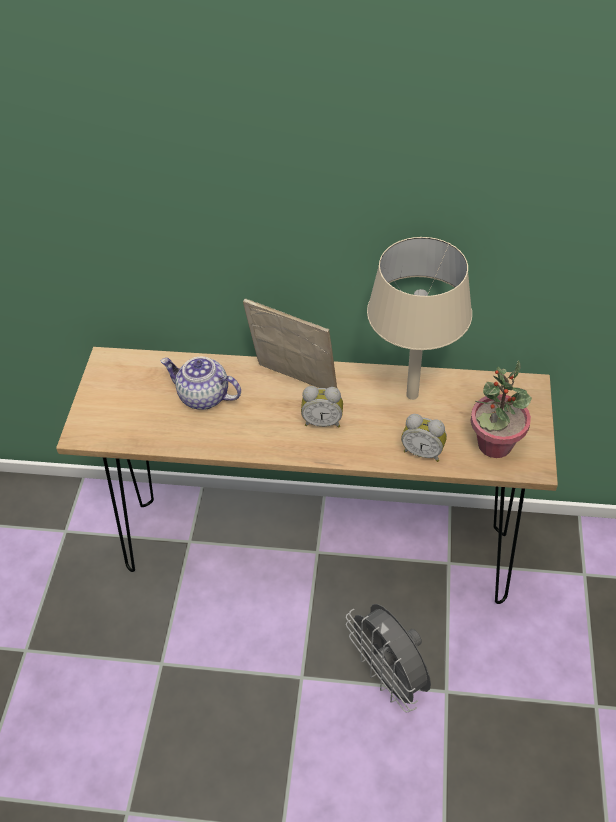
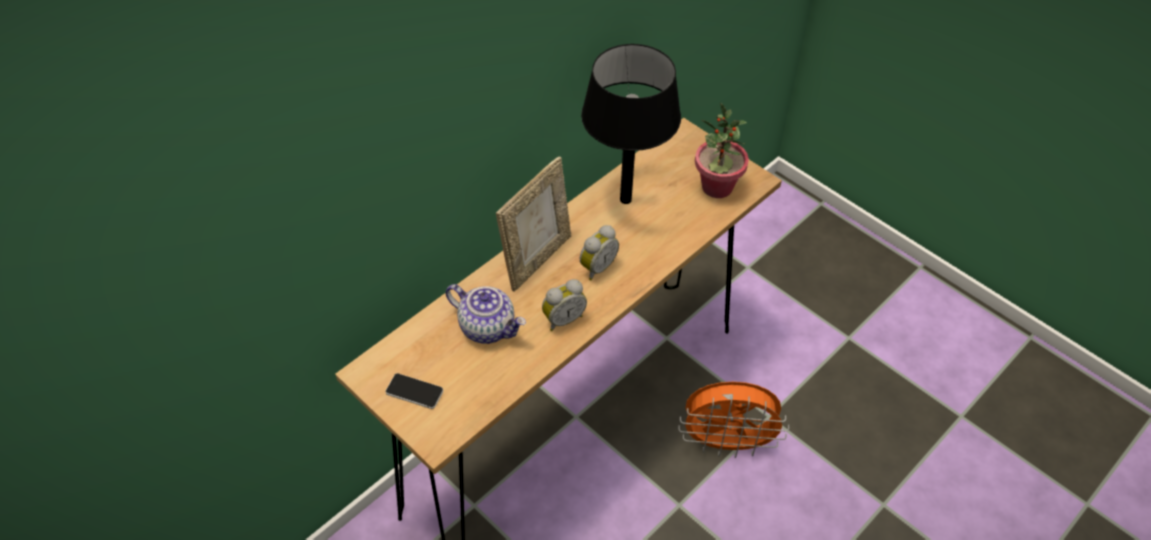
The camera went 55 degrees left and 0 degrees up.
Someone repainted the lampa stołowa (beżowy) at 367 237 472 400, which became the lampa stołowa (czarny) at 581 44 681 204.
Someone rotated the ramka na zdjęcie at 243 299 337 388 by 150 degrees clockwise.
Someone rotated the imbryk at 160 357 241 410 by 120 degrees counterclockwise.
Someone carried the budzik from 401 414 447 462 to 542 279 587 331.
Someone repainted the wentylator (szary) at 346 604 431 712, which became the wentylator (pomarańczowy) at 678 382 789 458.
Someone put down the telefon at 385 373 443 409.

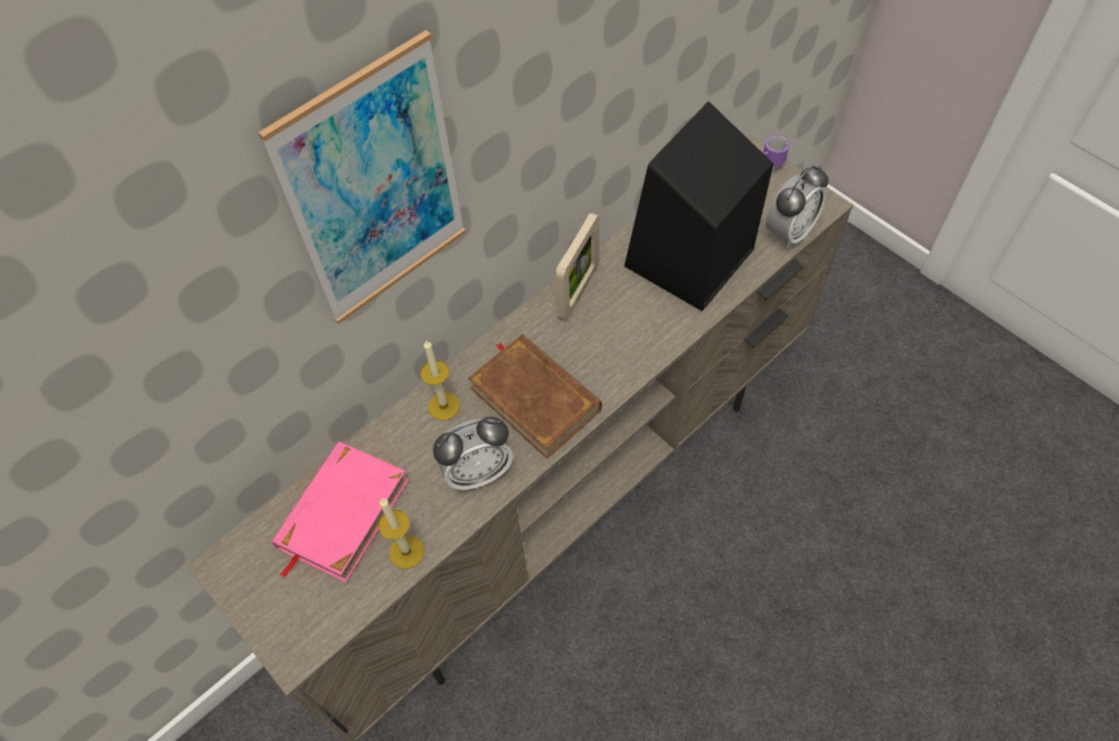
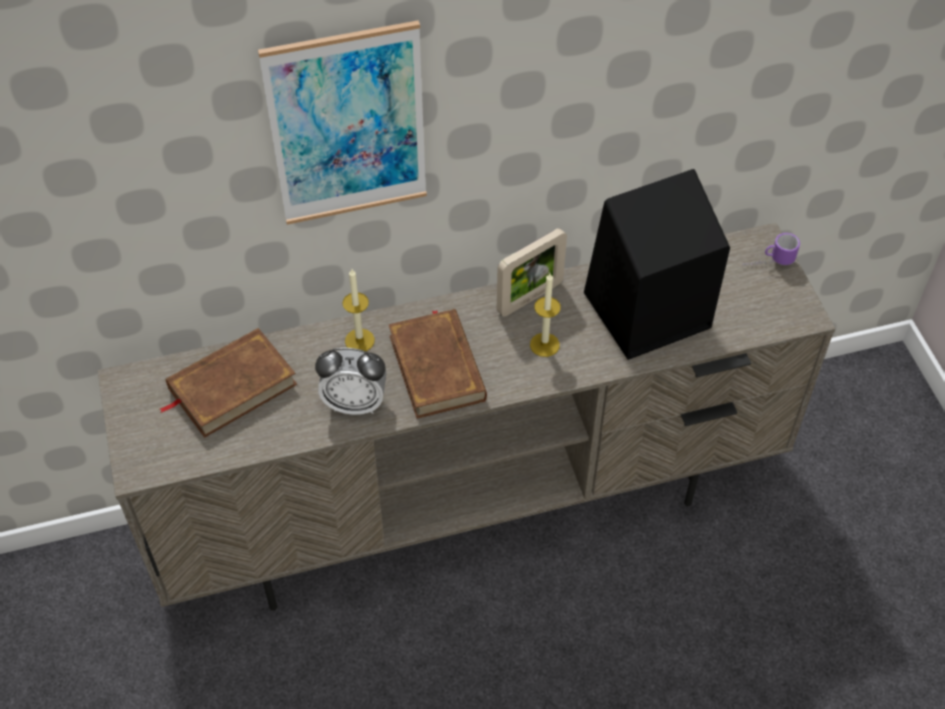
The camera went 25 degrees right and 5 degrees down.
Someone took away the budzik at 766 166 829 248.
Someone repainted the książka (różowy) at 272 441 409 583, which became the książka (brązowy) at 160 328 297 438.
Someone carried the świeca from 378 499 424 569 to 530 273 561 357.

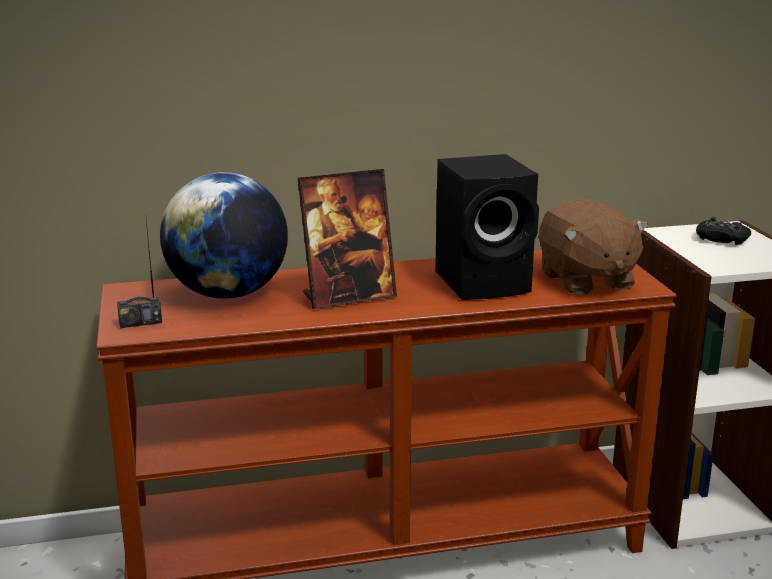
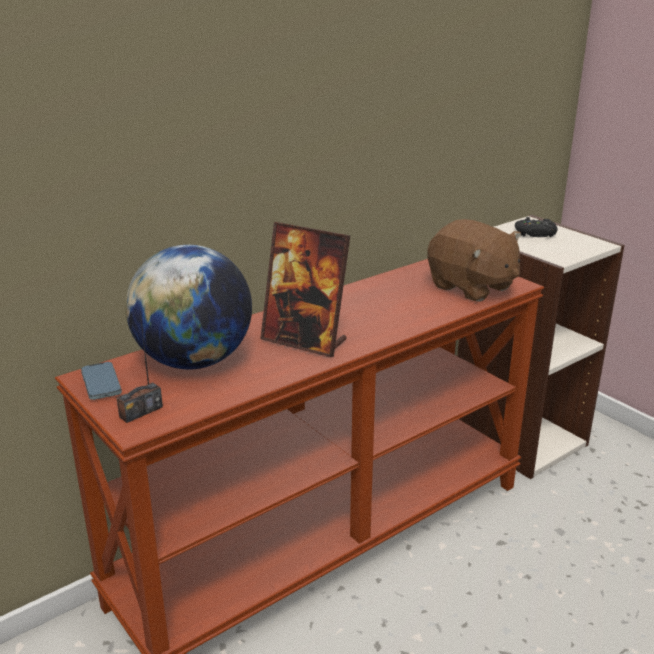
The camera went 25 degrees left and 5 degrees up.
Someone took away the głośnik (czarny) at 435 154 539 300.
Someone rotated the ramka na zdjęcie at 298 169 397 309 by 75 degrees clockwise.
Someone put down the telefon at 81 362 122 400.

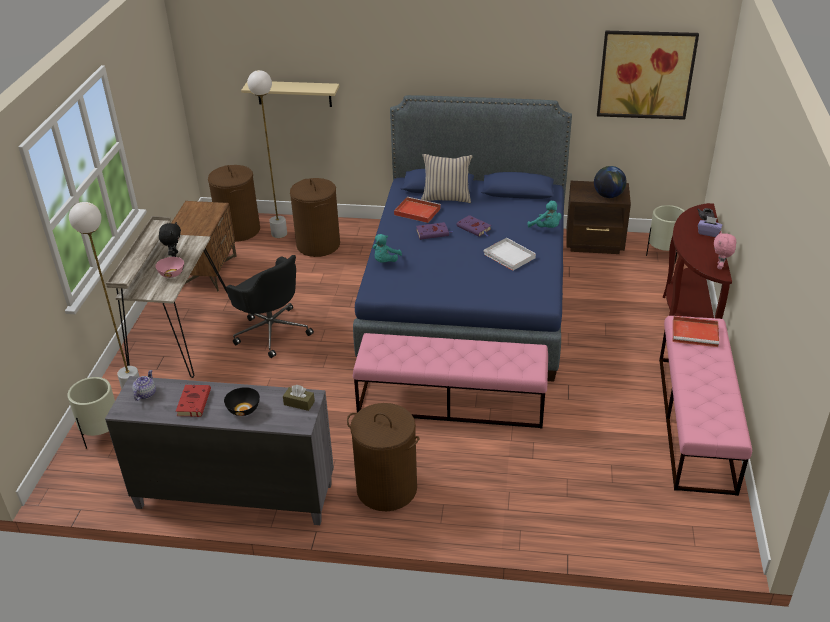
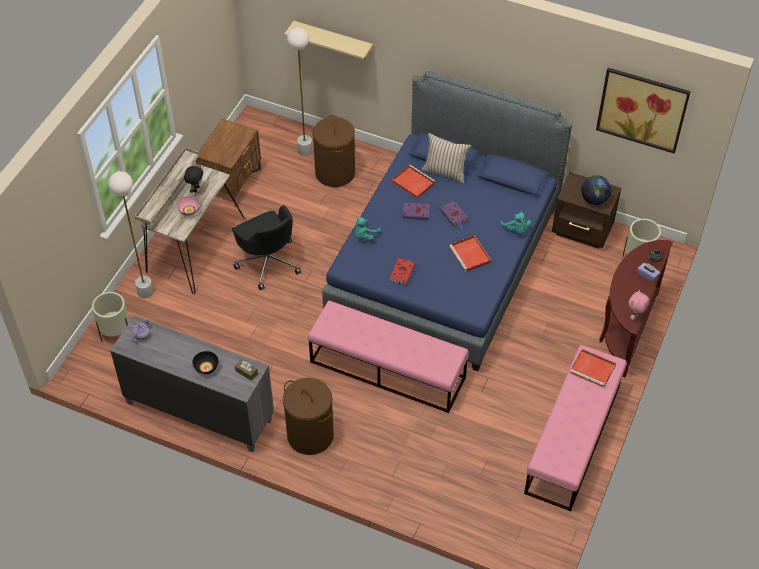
The camera went 15 degrees right and 15 degrees up.
Someone took away the kosz na pranie (brązowy) at 208 165 260 242.
Someone repainted the taca (biały) at 483 238 536 271, which became the taca (czerwony) at 449 235 491 272.
Someone carried the książka (czerwony) from 176 385 211 417 to 390 258 415 285.

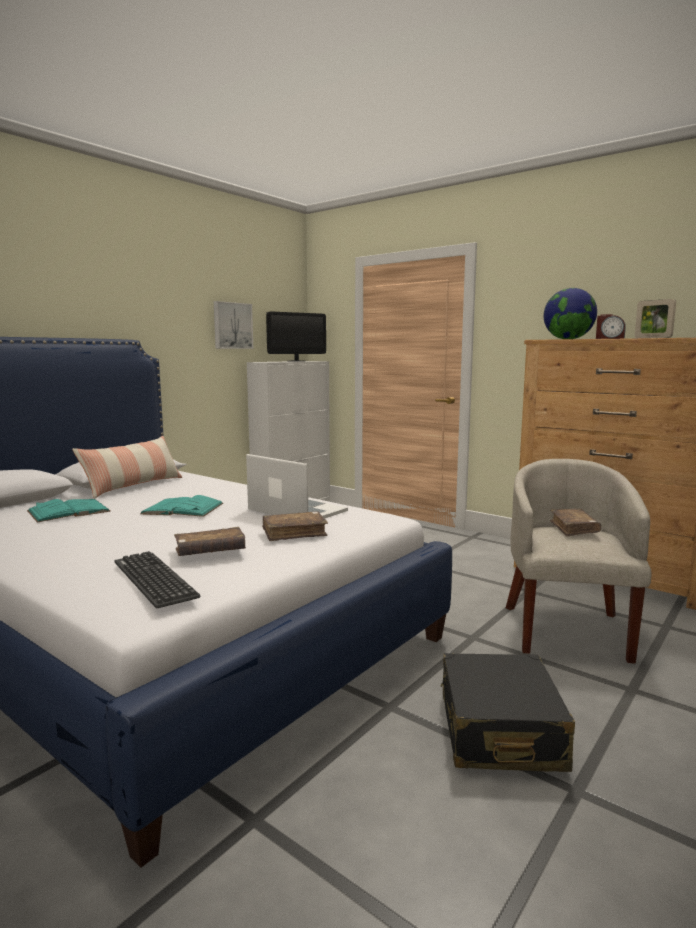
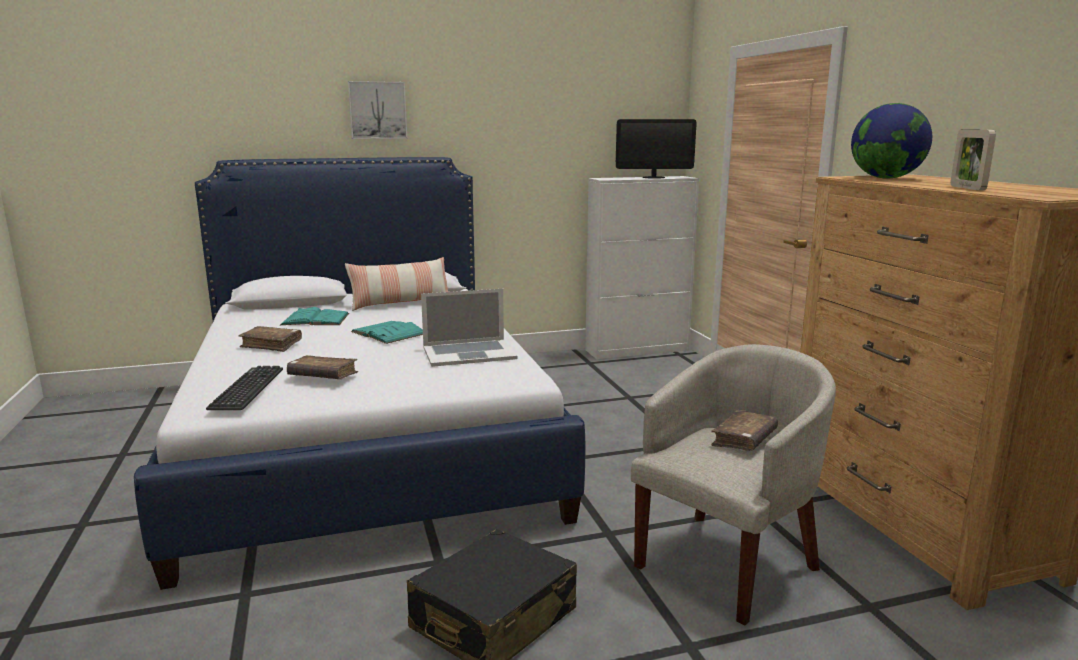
The camera went 35 degrees right and 5 degrees up.
Someone carried the obraz from 214 301 253 349 to 348 81 407 139.
Someone took away the budzik at 596 314 626 339.
Someone rotated the laptop at 246 454 348 519 by 90 degrees clockwise.
Someone carried the książka (brązowy) from 262 511 328 541 to 238 326 302 352.

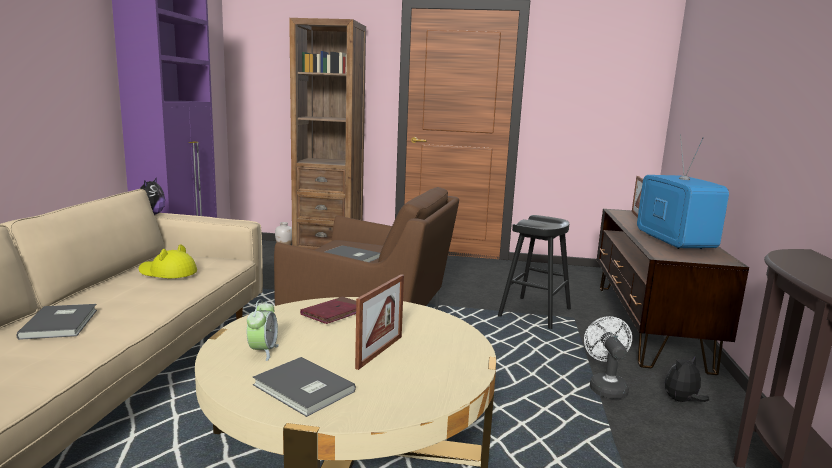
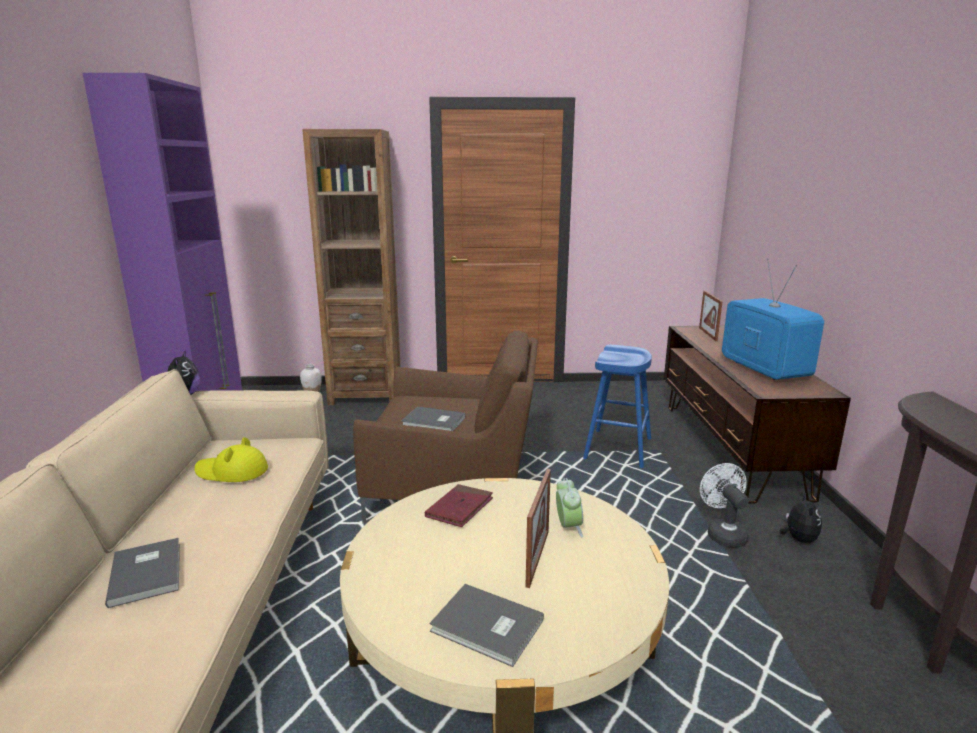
The camera went 10 degrees left and 5 degrees up.
Someone repainted the stołek (czarny) at 498 215 571 329, which became the stołek (niebieski) at 583 345 652 468.
Someone carried the budzik from 247 299 279 361 to 556 478 583 537.
Someone rotated the pluszak at 665 356 709 402 by 135 degrees clockwise.

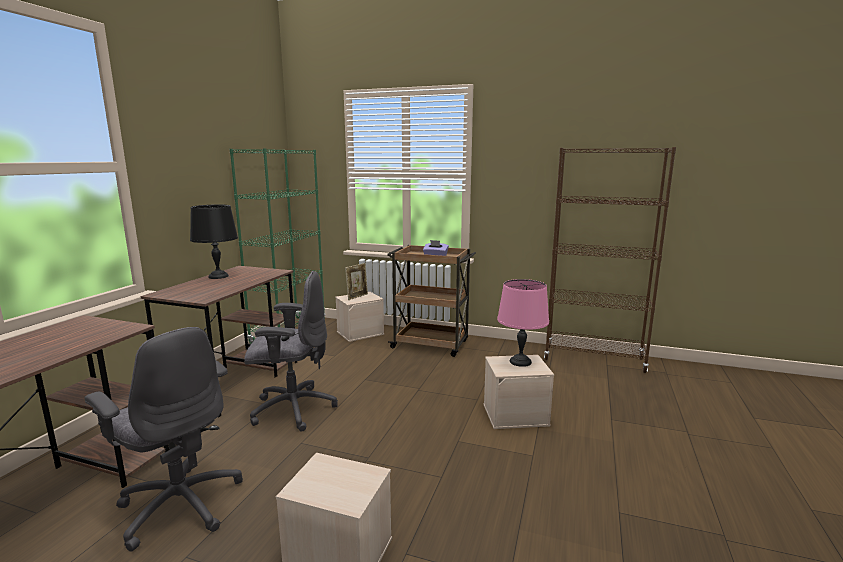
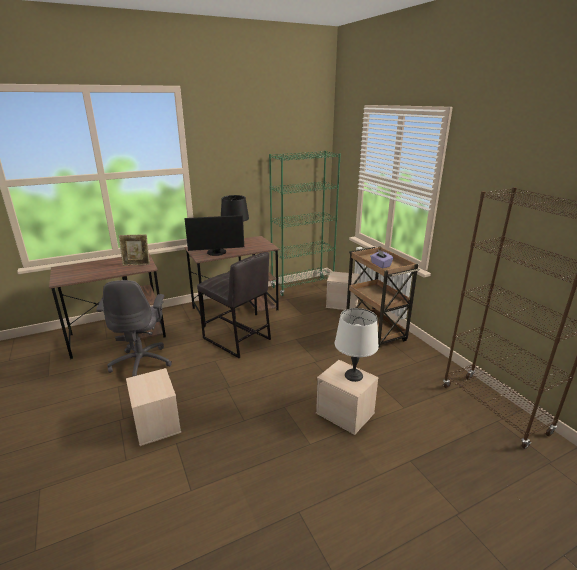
The camera went 45 degrees right and 10 degrees up.
Someone carried the ramka na zdjęcie from 345 263 368 300 to 119 234 150 266.
Someone swapped the krzesło biurowe (szary) at 244 271 338 431 for the stołek (szary) at 197 252 271 358.
Someone repainted the lampa stołowa (różowy) at 497 279 549 367, which became the lampa stołowa (biały) at 335 308 379 382.
Someone put down the monitor at 184 215 244 256.

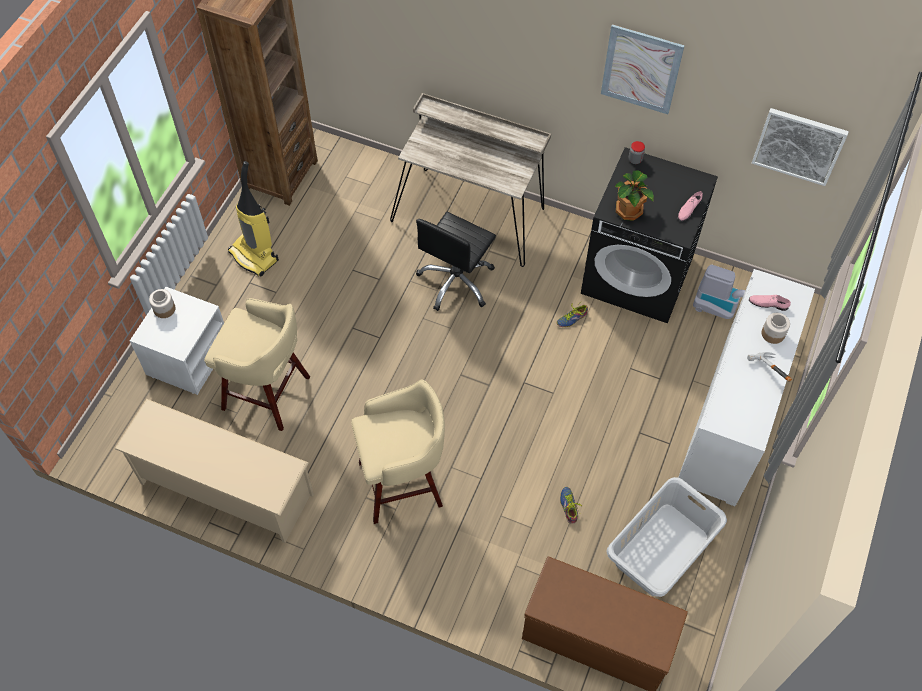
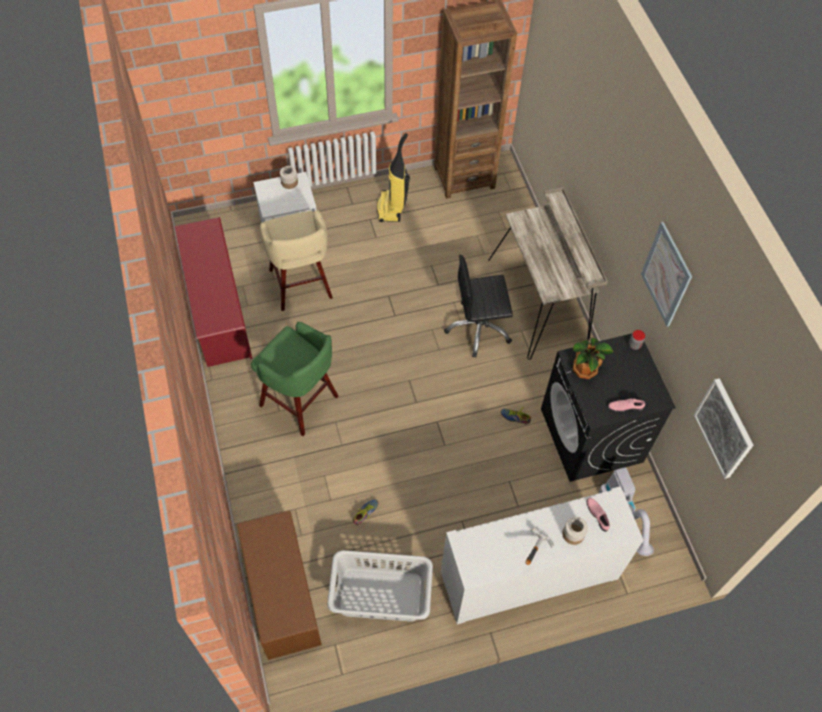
The camera went 50 degrees right and 0 degrees up.
Someone repainted the stołek (beżowy) at 351 379 445 524, which became the stołek (zielony) at 251 322 338 436.
Someone repainted the regał na buty (beżowy) at 115 399 314 543, which became the regał na buty (czerwony) at 175 217 253 367.

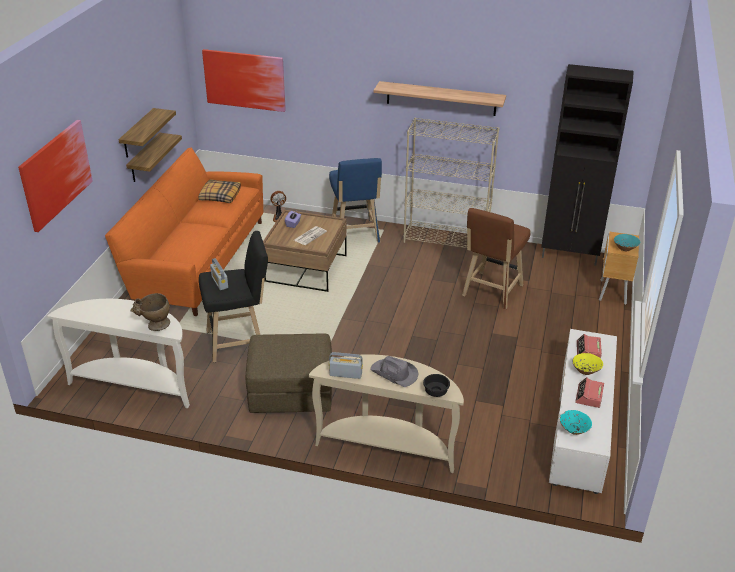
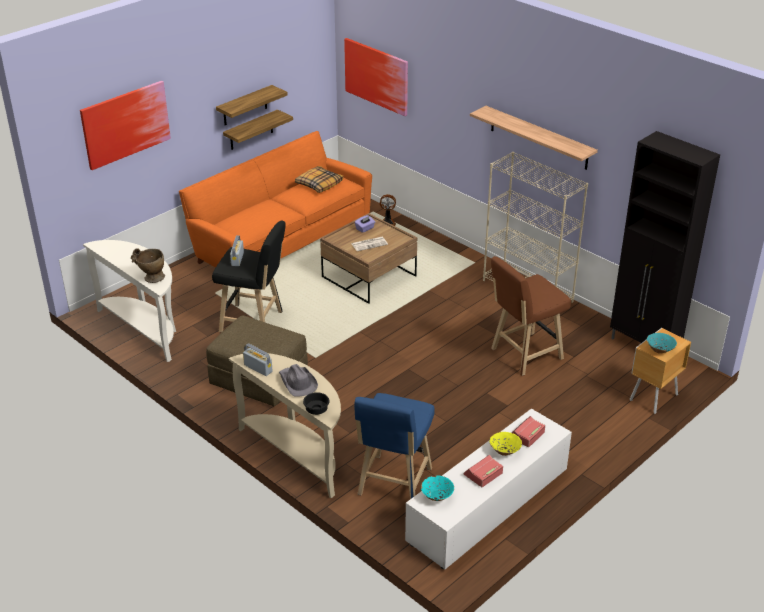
The camera went 30 degrees right and 0 degrees up.
Someone carried the stołek (niebieski) from 329 158 382 243 to 354 393 435 499.

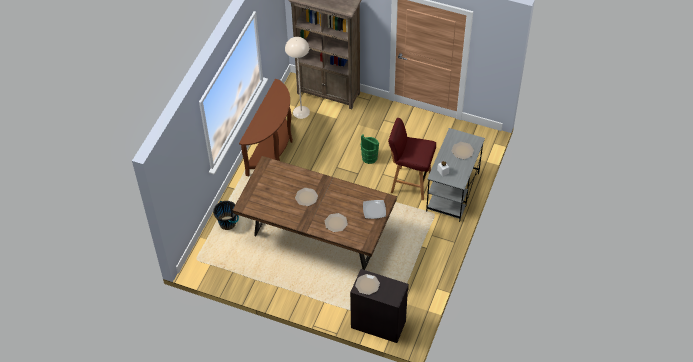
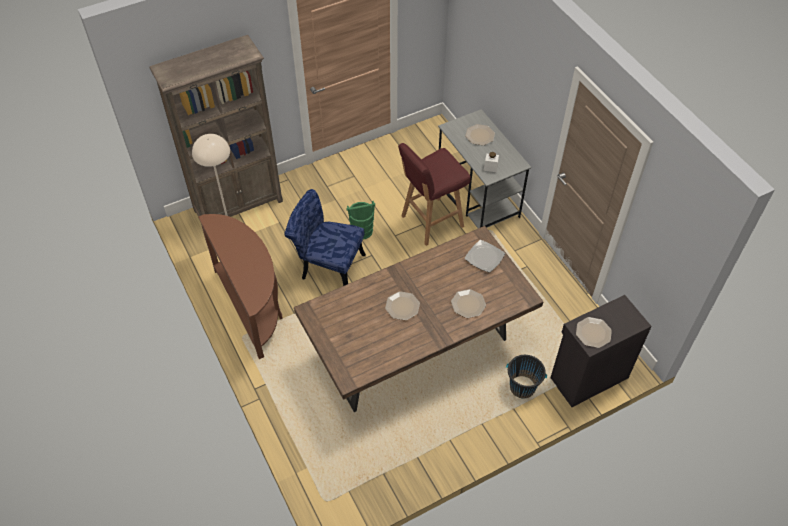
The camera went 50 degrees left and 0 degrees up.
Someone carried the wiadro (czarny) from 213 201 239 230 to 506 355 547 399.
Someone put down the krzesło (niebieski) at 284 189 366 286.

